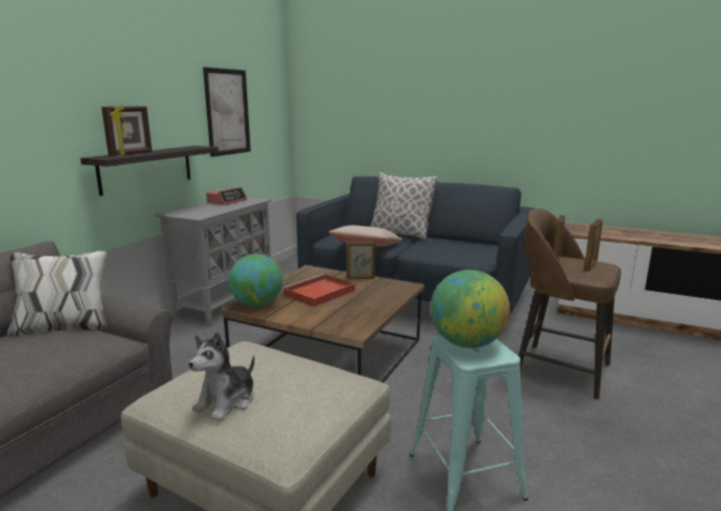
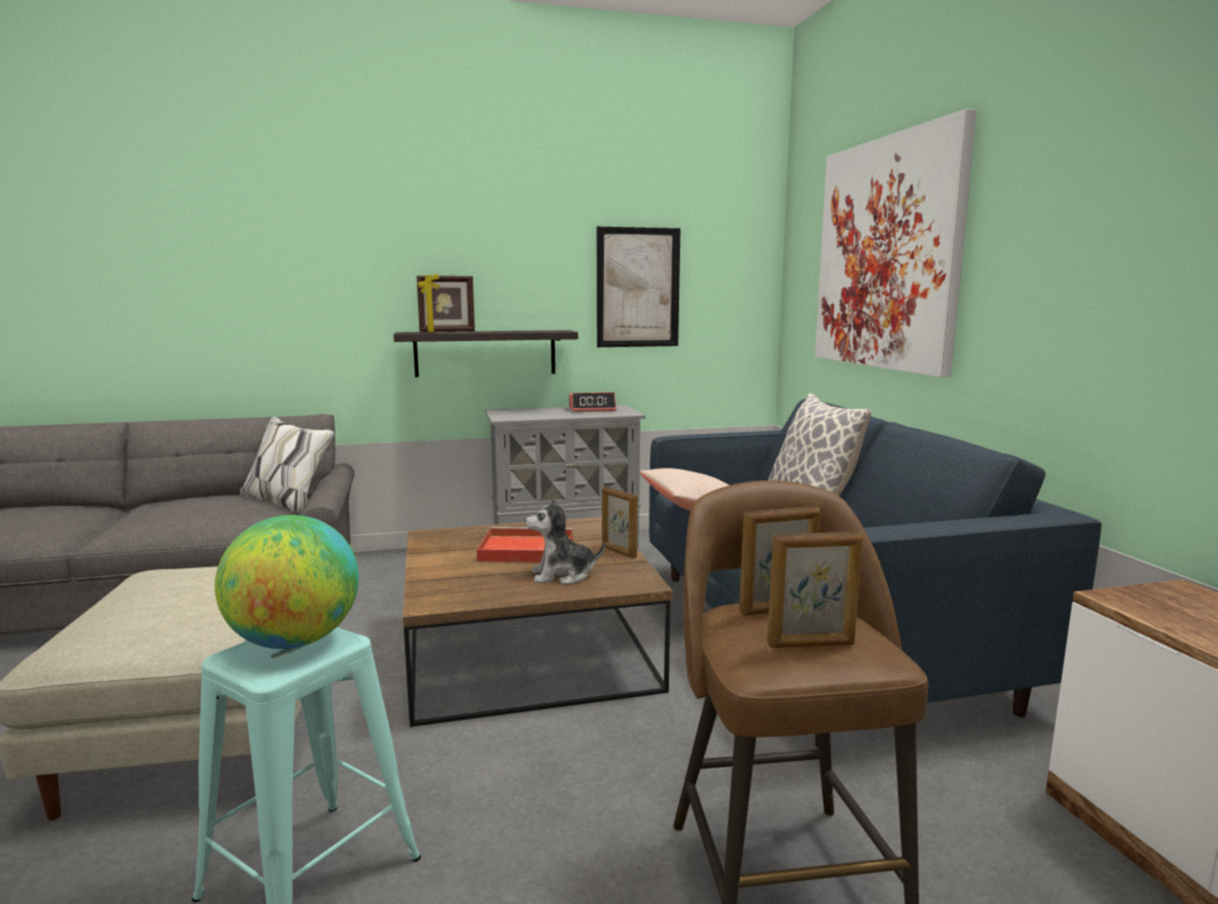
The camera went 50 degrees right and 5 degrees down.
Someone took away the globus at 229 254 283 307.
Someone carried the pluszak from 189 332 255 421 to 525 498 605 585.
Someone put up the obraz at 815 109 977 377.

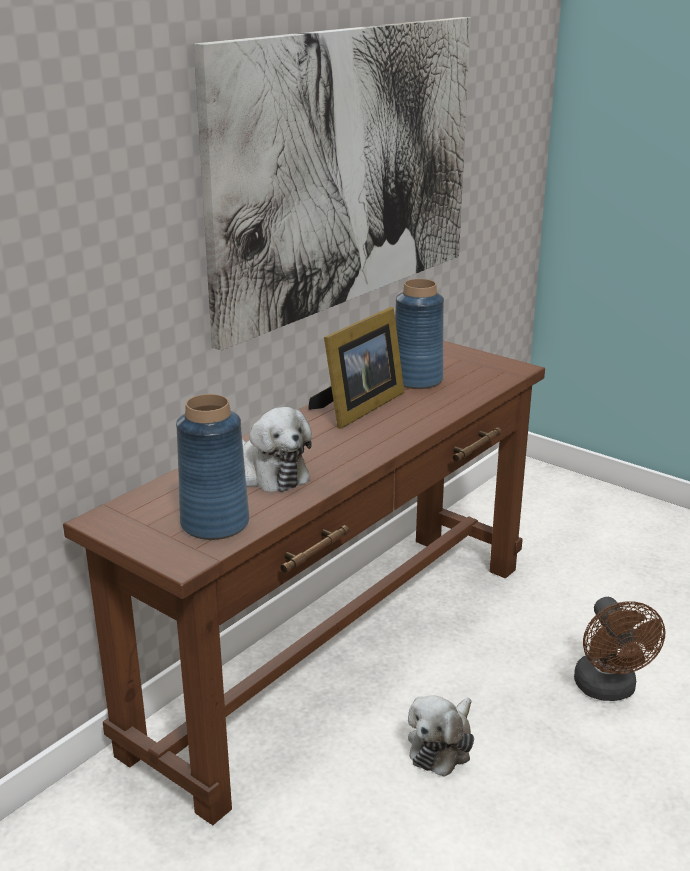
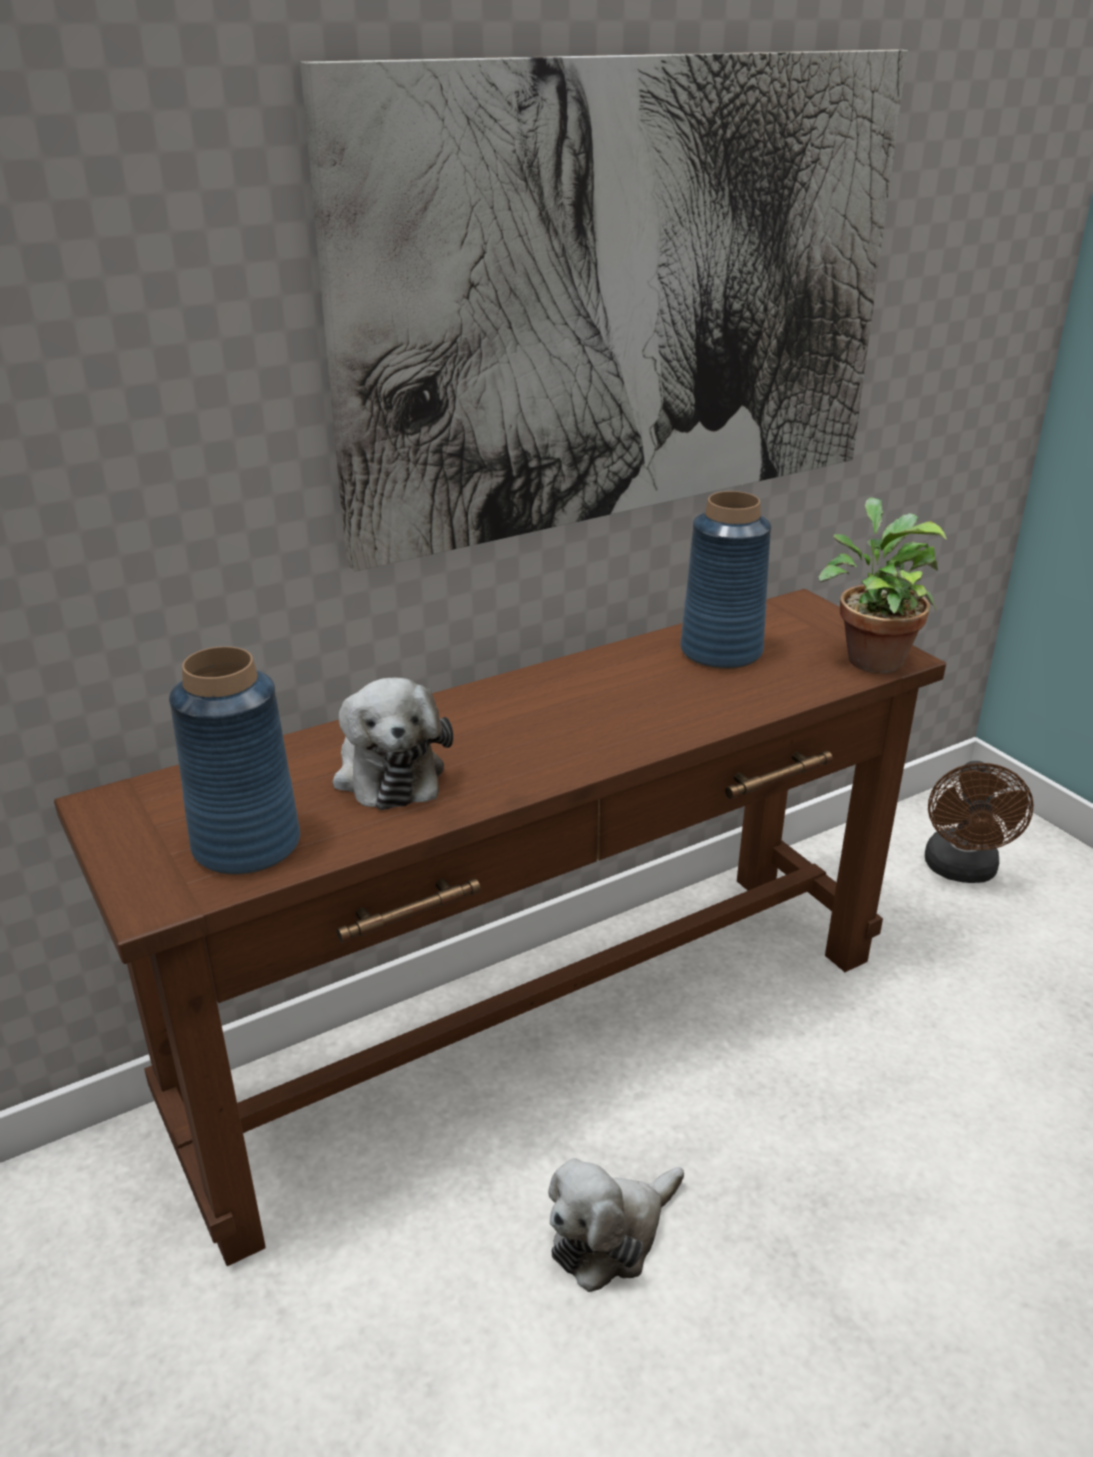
The camera went 20 degrees right and 5 degrees up.
Someone took away the ramka na zdjęcie at 308 307 404 429.
Someone carried the wentylator (brązowy) from 574 597 665 701 to 925 761 1034 883.
Someone put down the roślina doniczkowa at 819 498 947 673.

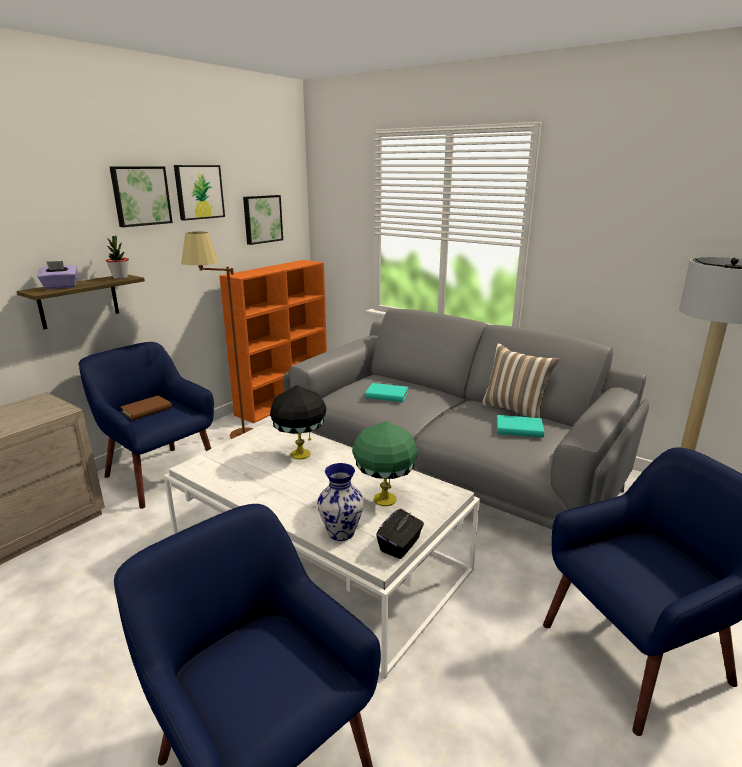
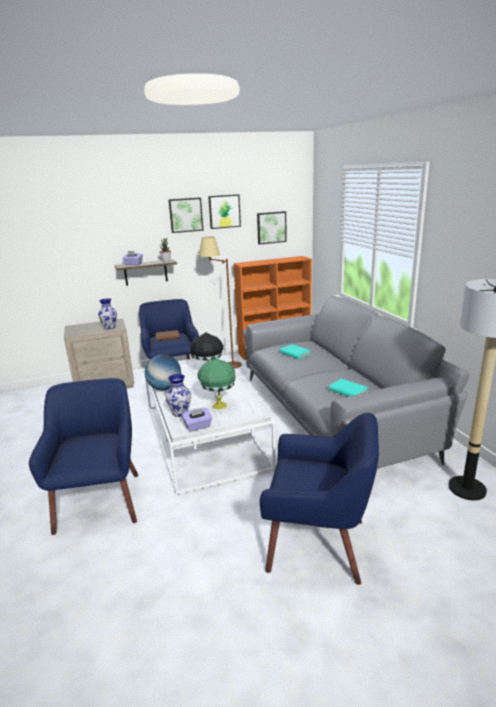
The camera went 35 degrees right and 0 degrees up.
Someone took away the poduszka at 481 343 559 418.
Someone repainted the pudełko chusteczek (czarny) at 376 509 424 559, which became the pudełko chusteczek (fioletowy) at 182 408 212 432.
Someone put down the wazon at 98 298 117 329.
Someone put down the globus at 145 354 181 390.

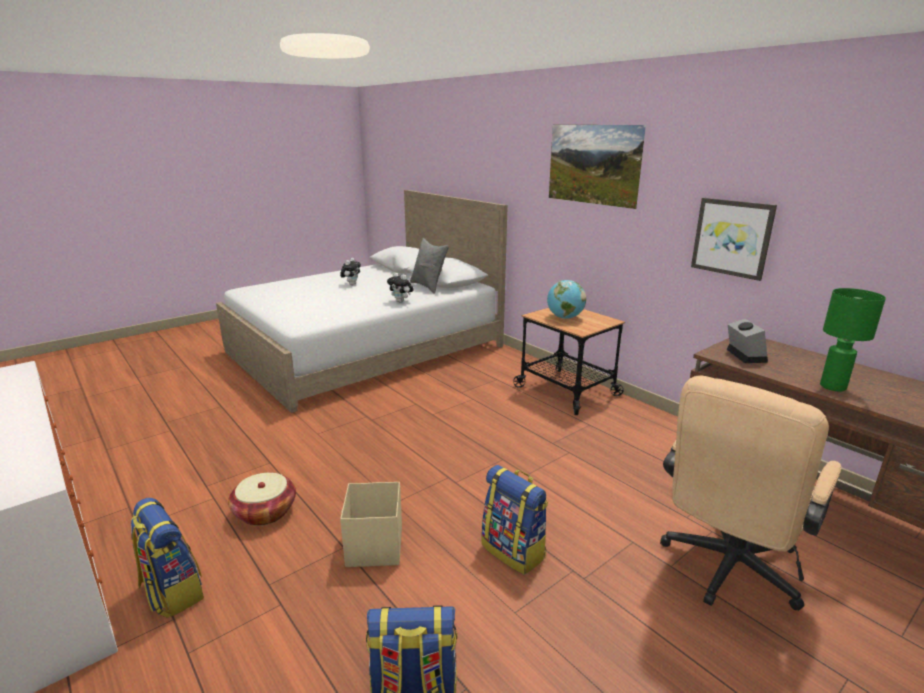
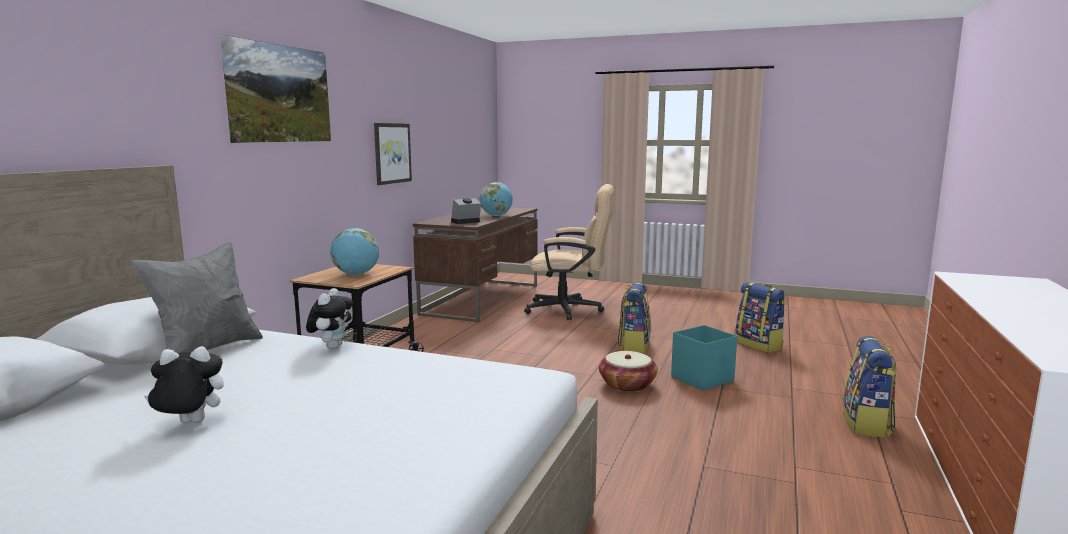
The camera went 120 degrees left and 10 degrees down.
Someone swapped the lampa stołowa (zielony) at 820 288 886 391 for the globus at 479 182 513 216.
Someone carried the koszyk from 228 473 296 526 to 599 351 658 392.
Someone repainted the pojemnik do przechowywania (beżowy) at 340 482 402 567, which became the pojemnik do przechowywania (turkusowy) at 671 325 737 391.

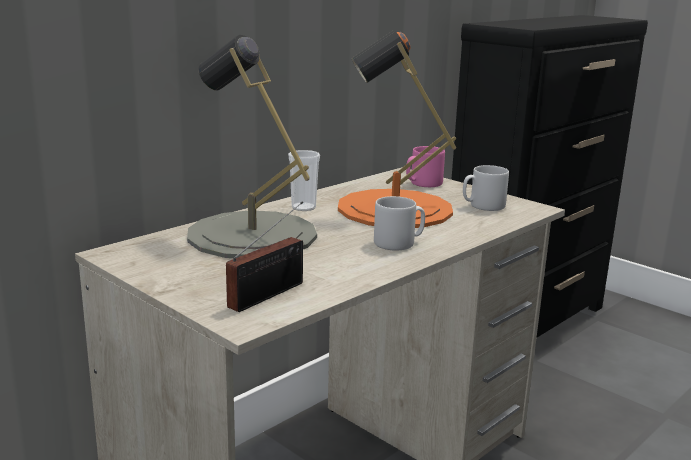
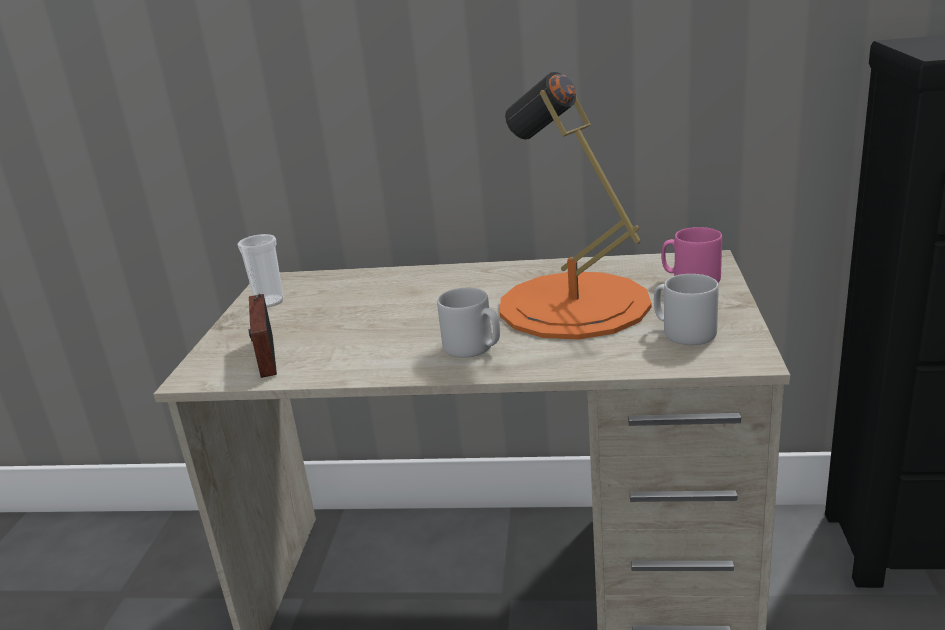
The camera went 55 degrees right and 5 degrees up.
Someone took away the lampa stołowa (szary) at 187 35 317 258.
Someone carried the filiżanka from 288 150 320 211 to 237 234 284 307.
Someone rotated the radio at 226 201 303 312 by 75 degrees clockwise.

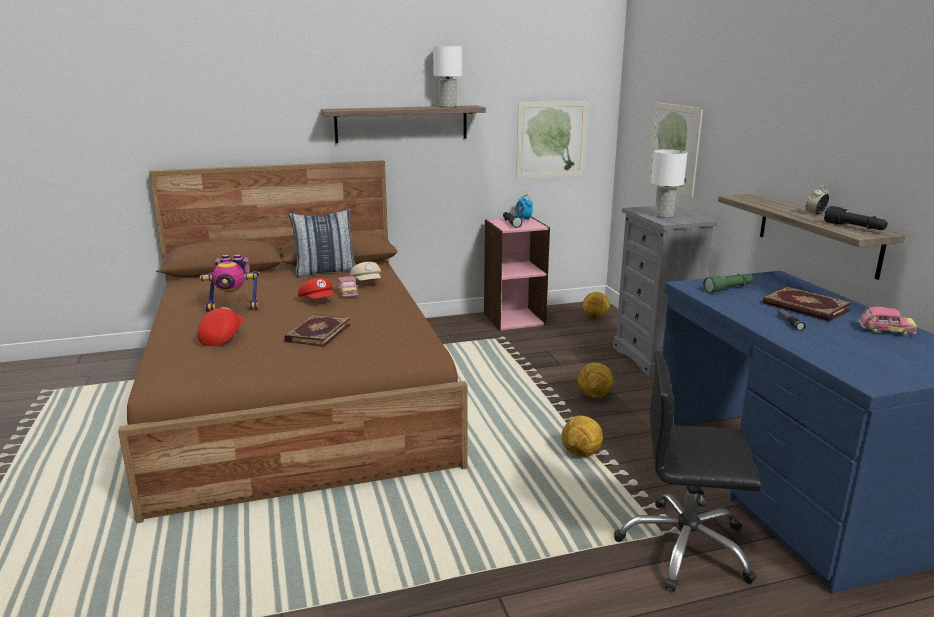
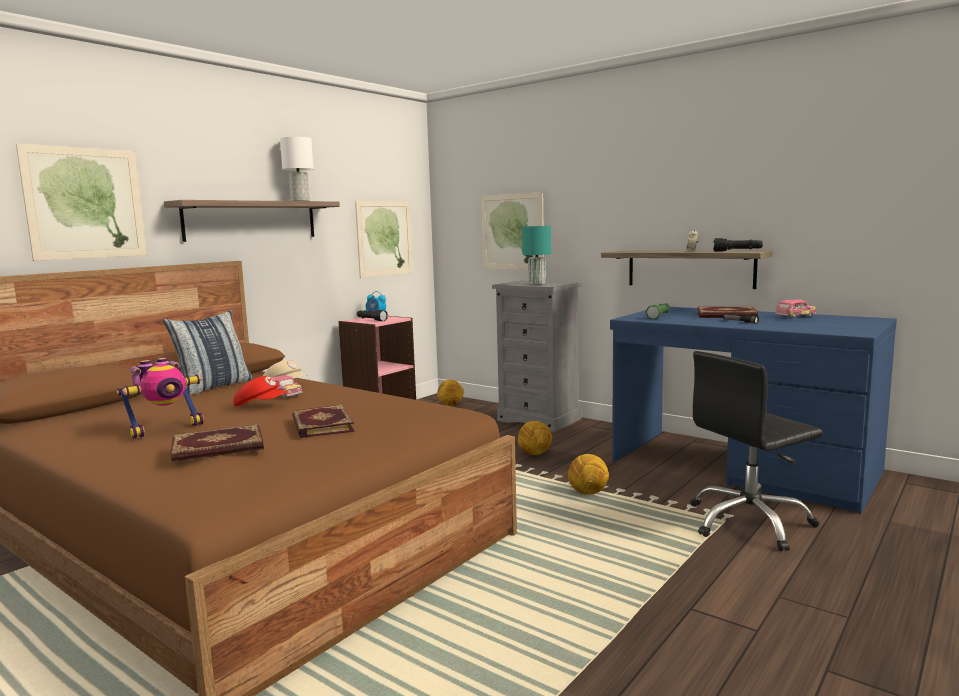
The camera went 35 degrees left and 10 degrees down.
Someone repainted the lampa stołowa (biały) at 651 149 687 218, which became the lampa stołowa (turkusowy) at 522 226 551 285.
Someone swapped the czapka z daszkiem (czerwony) at 197 307 244 346 for the książka at 171 424 264 462.
Someone put up the obraz at 16 144 147 261.

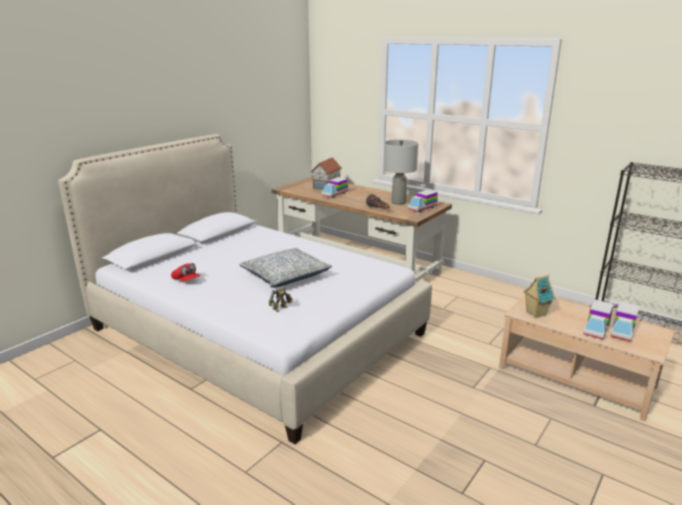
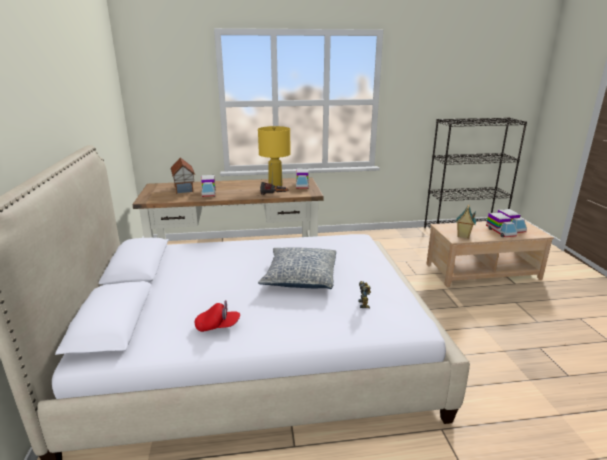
The camera went 45 degrees left and 0 degrees up.
Someone repainted the lampa stołowa (szary) at 384 140 418 205, which became the lampa stołowa (żółty) at 258 126 291 187.

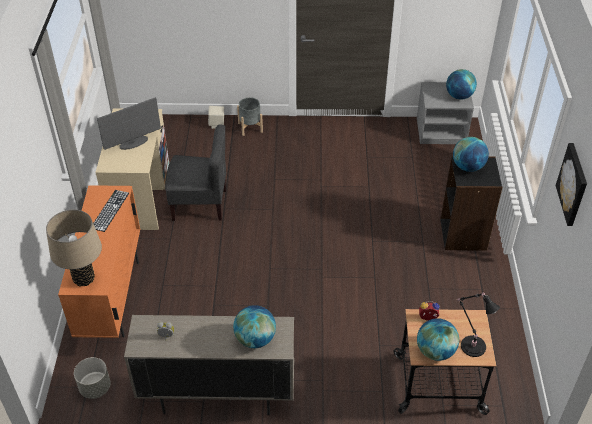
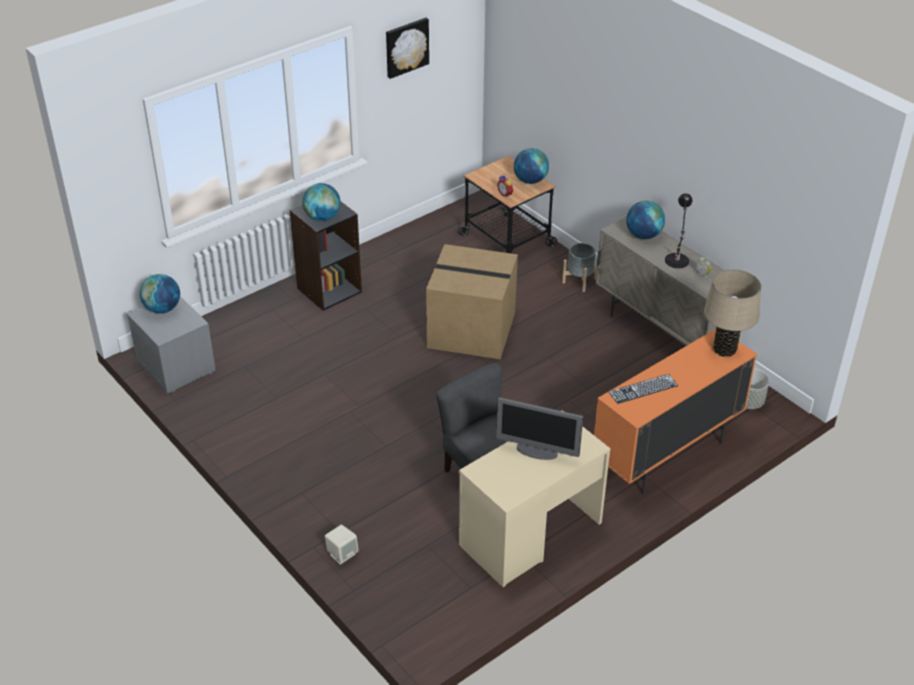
The camera went 130 degrees left and 5 degrees down.
Someone carried the donica (szary) from 237 97 263 136 to 562 243 598 292.
Someone carried the lampa stołowa (czarny) from 456 293 500 357 to 665 193 692 268.
Someone put down the karton at 426 244 518 360.

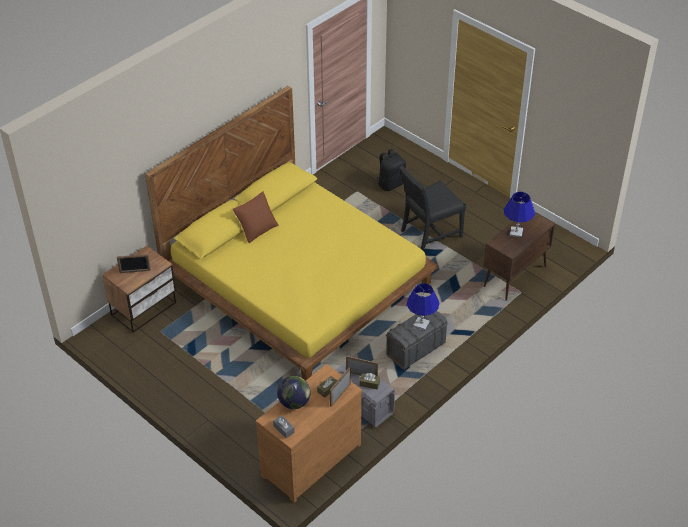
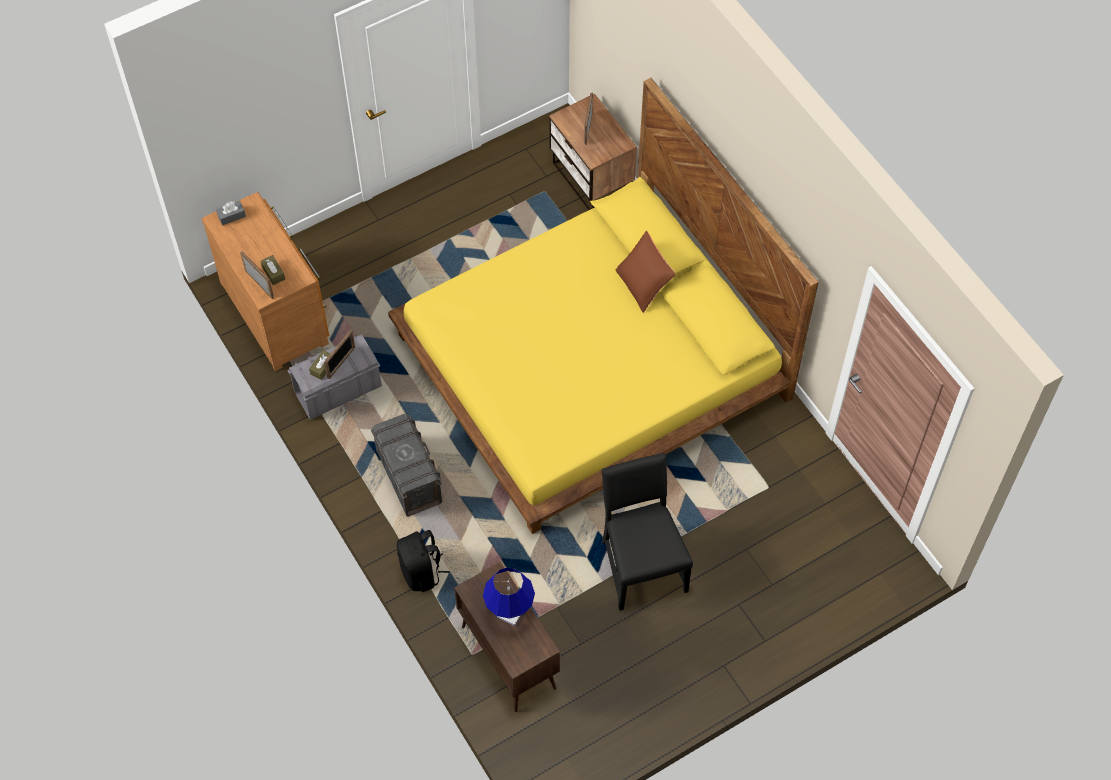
The camera went 105 degrees right and 15 degrees up.
Someone carried the plecak (czarny) from 377 149 406 191 to 397 530 450 592.
Someone took away the lampa stołowa (niebieski) at 407 283 439 330.
Someone took away the globus at 277 376 310 409.

